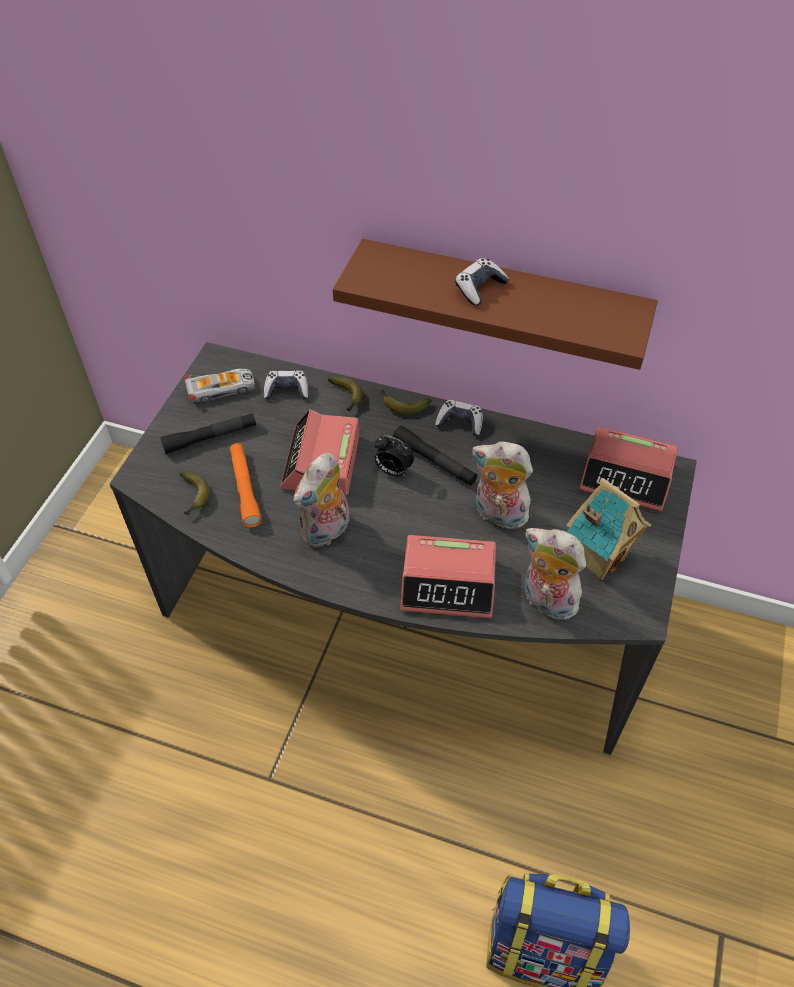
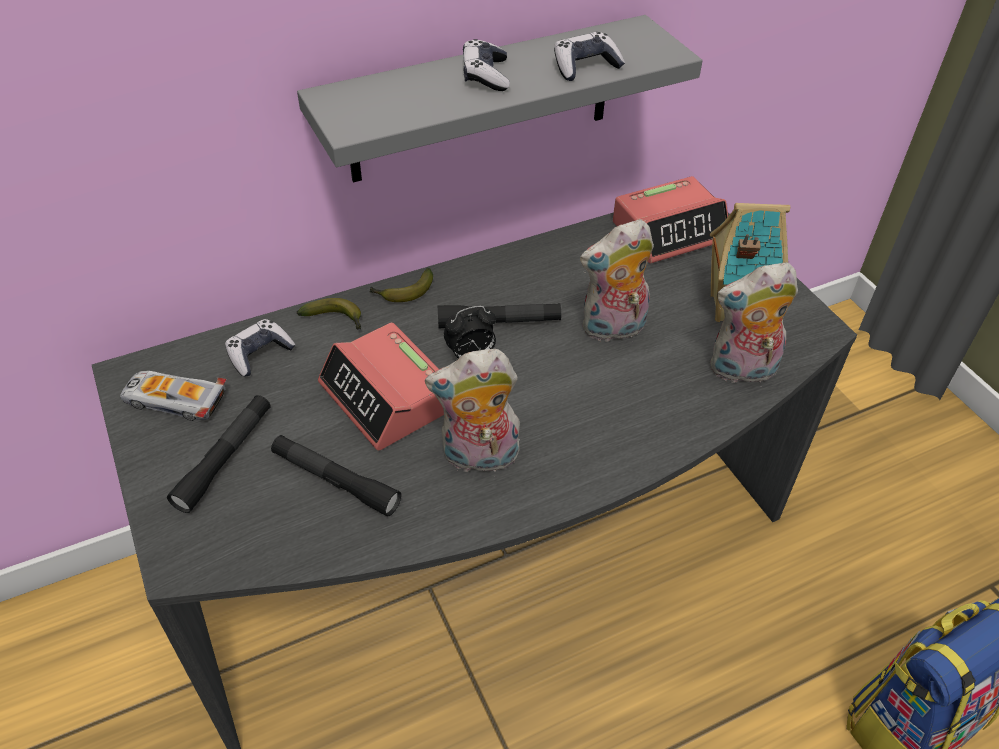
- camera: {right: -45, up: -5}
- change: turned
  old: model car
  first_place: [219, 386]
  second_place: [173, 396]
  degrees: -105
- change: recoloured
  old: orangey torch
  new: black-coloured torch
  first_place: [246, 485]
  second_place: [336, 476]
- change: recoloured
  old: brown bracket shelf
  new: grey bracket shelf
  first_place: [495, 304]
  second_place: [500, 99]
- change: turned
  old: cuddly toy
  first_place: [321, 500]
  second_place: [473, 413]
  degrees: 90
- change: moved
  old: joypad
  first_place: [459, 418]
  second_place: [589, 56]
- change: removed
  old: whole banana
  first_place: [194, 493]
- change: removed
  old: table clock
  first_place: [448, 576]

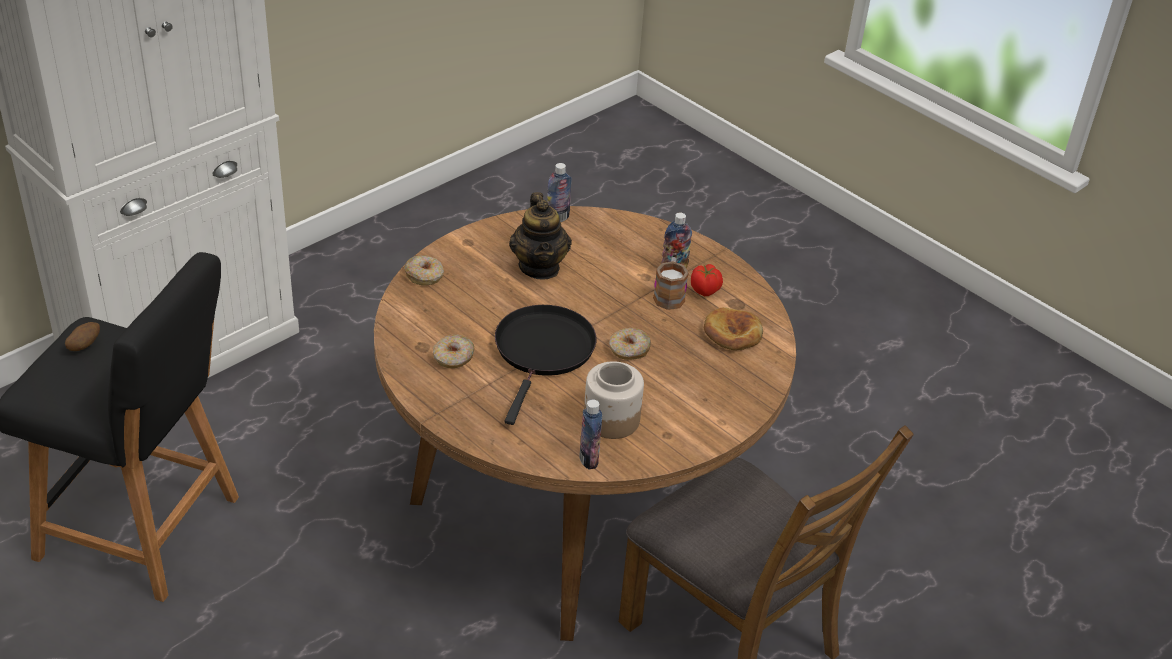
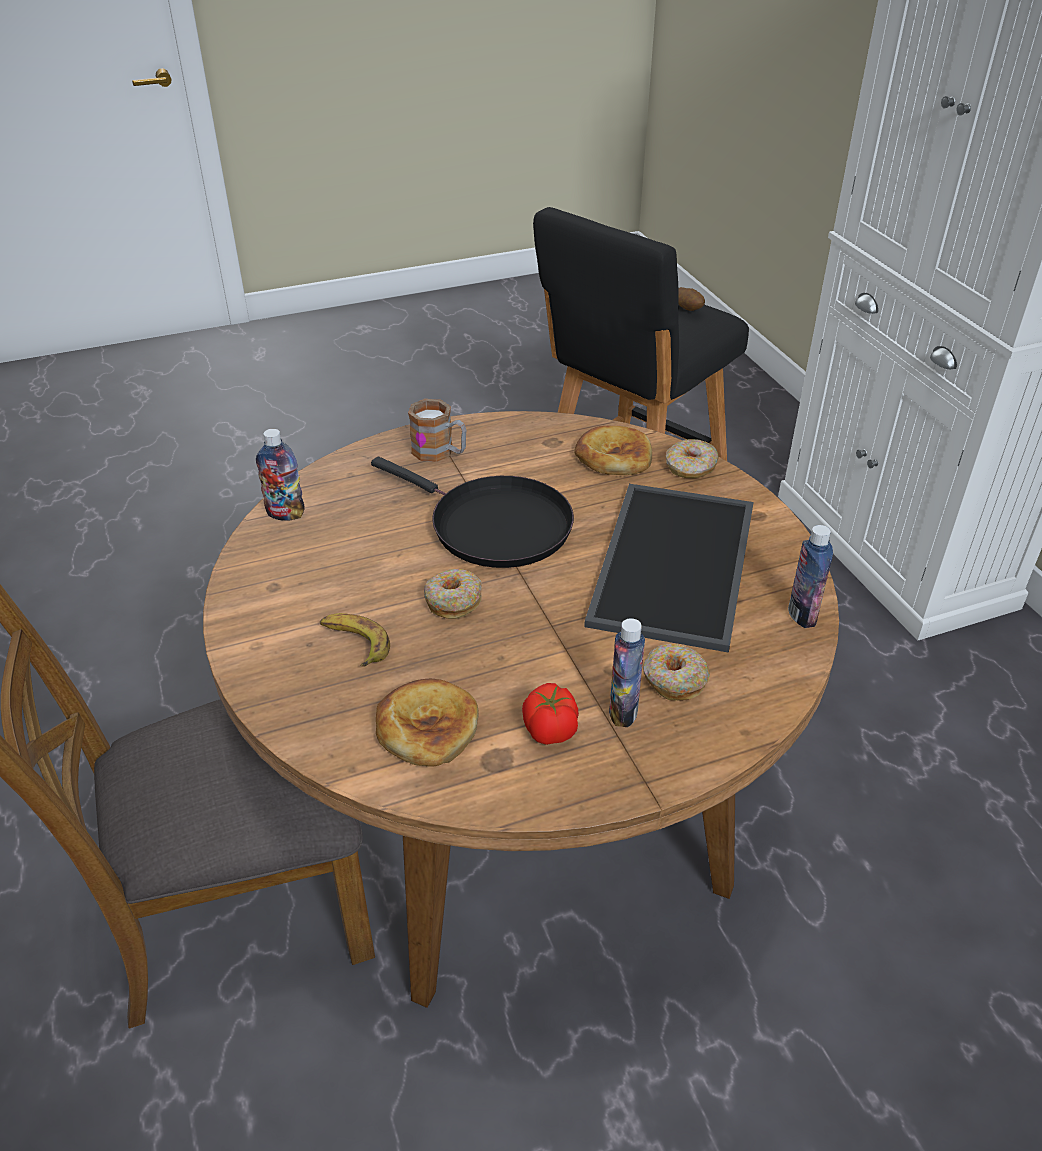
- camera: {right: 115, up: 0}
- change: added
  new: whole banana
  second_place: [355, 640]
- change: moved
  old: mug
  first_place: [671, 283]
  second_place: [437, 430]
- change: added
  new: baked bread
  second_place: [613, 450]
- change: replaced
  old: pot for tea
  new: tray
  first_place: [540, 236]
  second_place: [669, 568]
- change: moved
  old: ring doughnut
  first_place: [454, 351]
  second_place: [676, 672]
- change: removed
  old: preserve jar
  first_place: [614, 400]

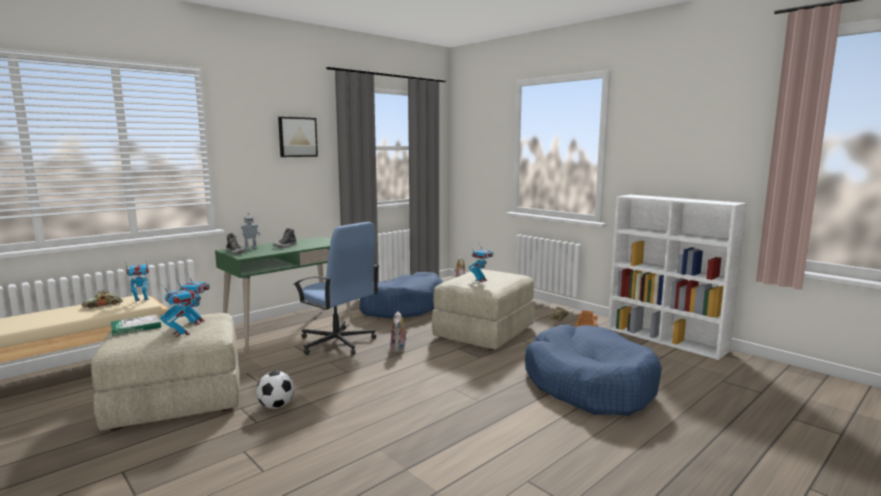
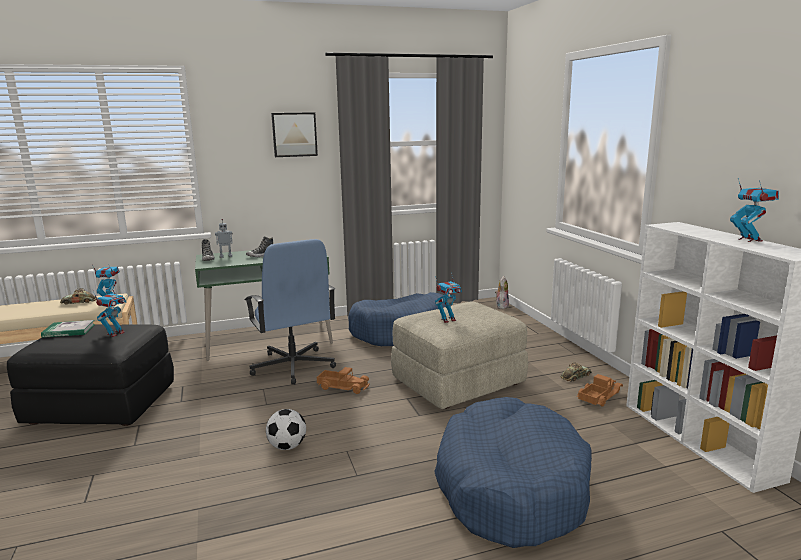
- camera: {right: 25, up: 5}
- change: recoloured
  old: sand-coloured ottoman
  new: black-coloured ottoman
  first_place: [165, 372]
  second_place: [90, 375]
- change: moved
  old: football ball
  first_place: [275, 390]
  second_place: [286, 429]
- change: replaced
  old: cuddly toy
  new: toy lorry
  first_place: [399, 332]
  second_place: [343, 380]
- change: moved
  old: toy robot
  first_place: [177, 310]
  second_place: [754, 210]

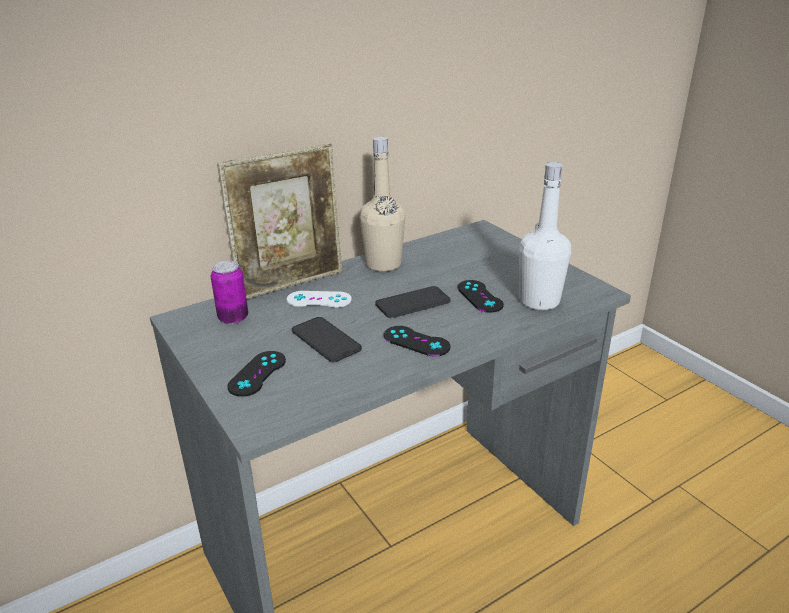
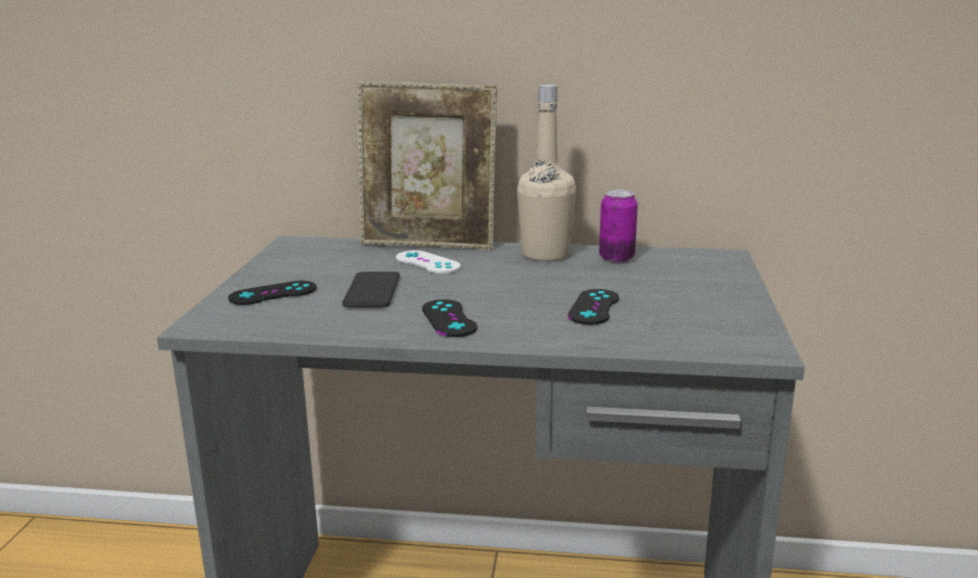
- camera: {right: 40, up: -10}
- change: moved
  old: can
  first_place: [229, 292]
  second_place: [618, 226]
- change: removed
  old: handset
  first_place: [413, 302]
- change: removed
  old: white beverage bottle
  first_place: [545, 236]

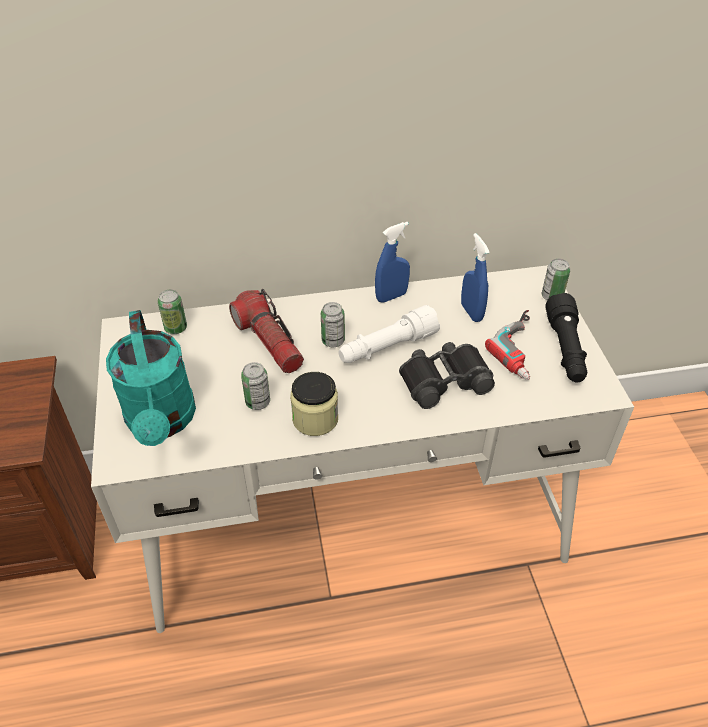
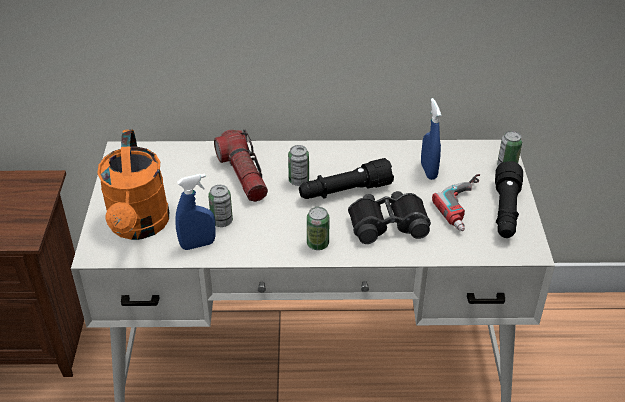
- camera: {right: 10, up: -5}
- change: recoloured
  old: blue-green watering pot
  new: orangey watering pot
  first_place: [151, 378]
  second_place: [133, 184]
- change: moved
  old: bluish hand sprayer
  first_place: [392, 262]
  second_place: [195, 211]
- change: recoloured
  old: white torch
  new: black-coloured torch
  first_place: [389, 334]
  second_place: [346, 178]
- change: moved
  old: can
  first_place: [172, 312]
  second_place: [318, 228]
- change: removed
  old: preserve jar
  first_place: [314, 404]

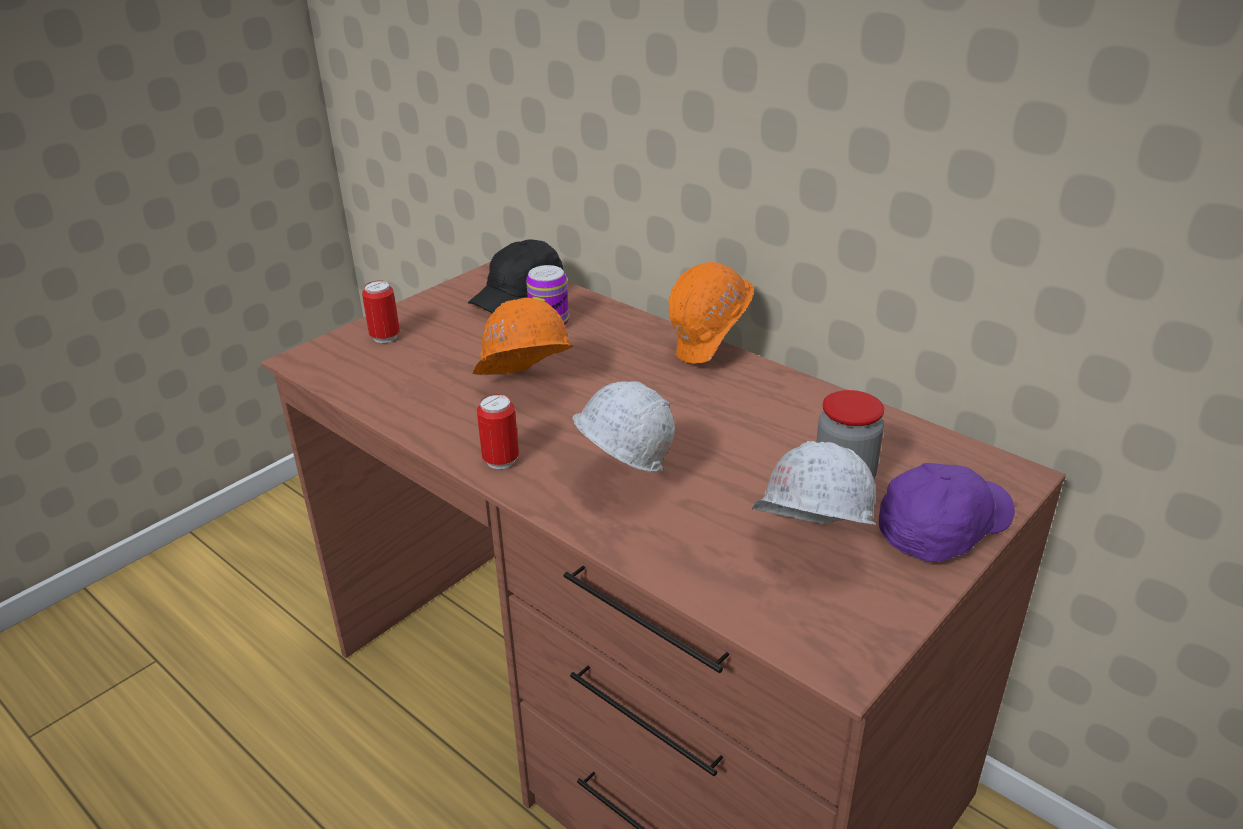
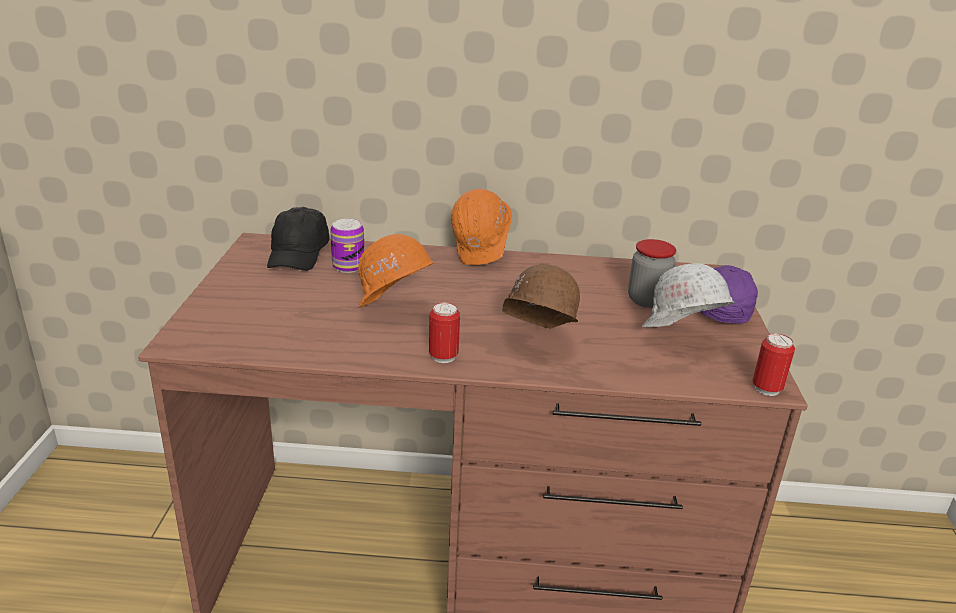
- camera: {right: -40, up: -5}
- change: recoloured
  old: white hard hat
  new: brown hard hat
  first_place: [624, 426]
  second_place: [541, 296]
- change: moved
  old: can
  first_place: [381, 312]
  second_place: [773, 364]

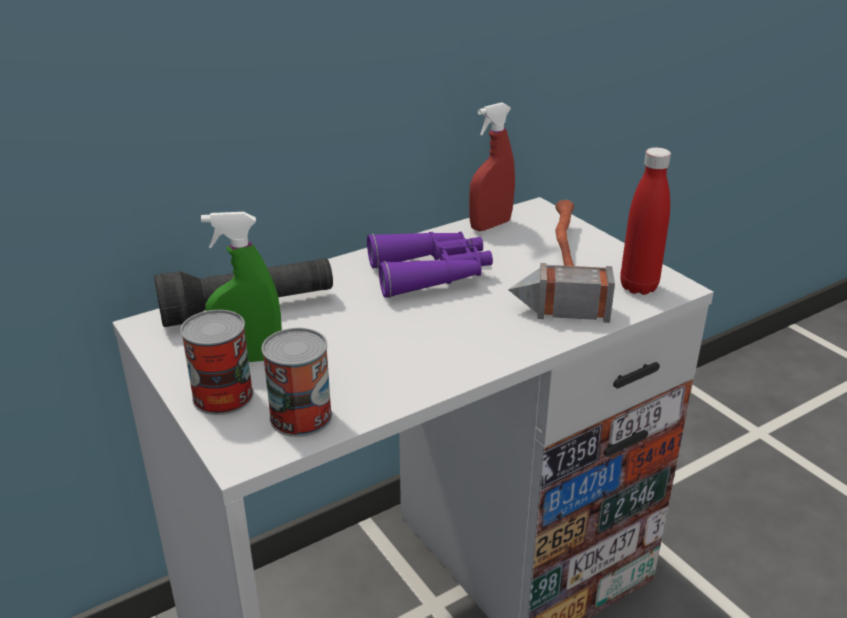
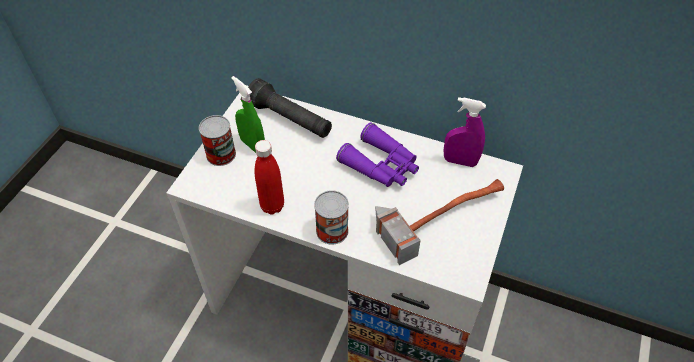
- camera: {right: 55, up: 20}
- change: moved
  old: red beverage bottle
  first_place: [645, 221]
  second_place: [269, 177]
- change: moved
  old: can
  first_place: [297, 382]
  second_place: [331, 217]
- change: recoloured
  old: red hand sprayer
  new: purplish hand sprayer
  first_place: [492, 166]
  second_place: [465, 132]

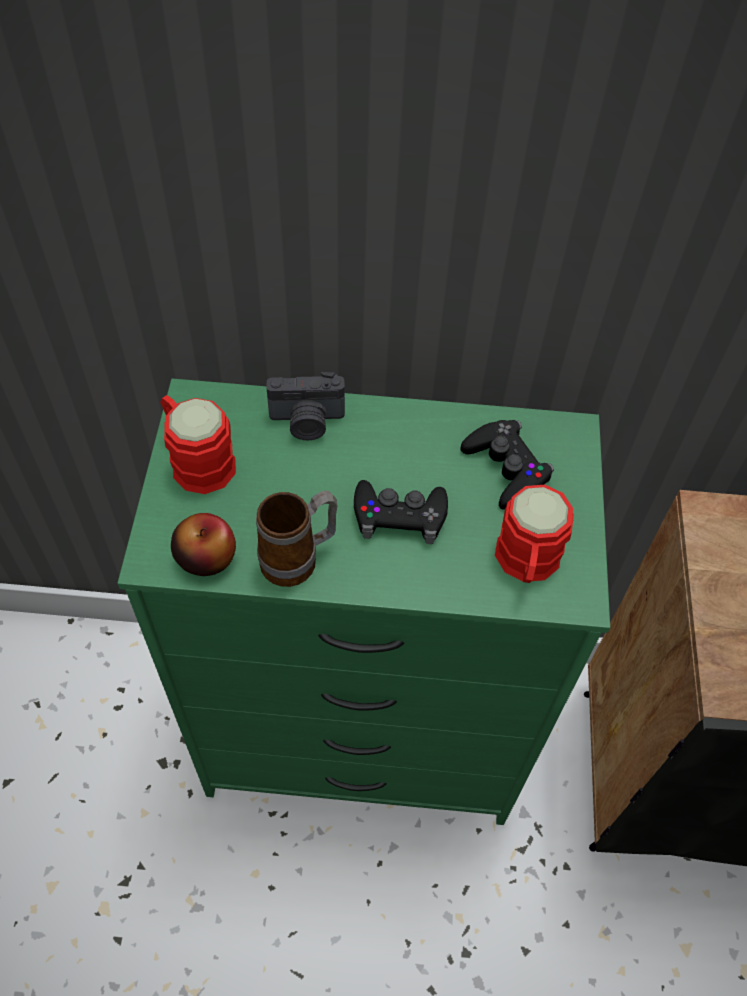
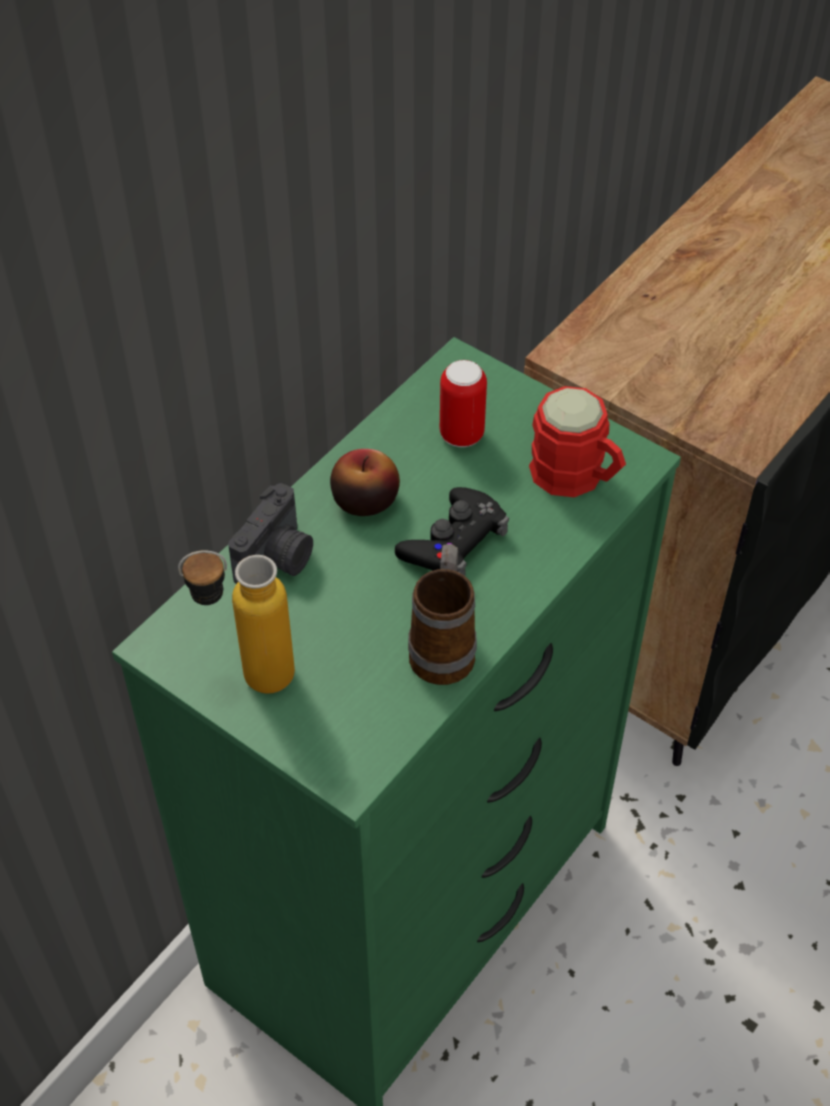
- camera: {right: -55, up: -5}
- change: replaced
  old: red mug
  new: beverage bottle
  first_place: [198, 444]
  second_place: [236, 622]
- change: moved
  old: whole apple
  first_place: [203, 544]
  second_place: [365, 482]
- change: replaced
  old: black-coloured joypad
  new: can
  first_place: [507, 465]
  second_place: [463, 403]

